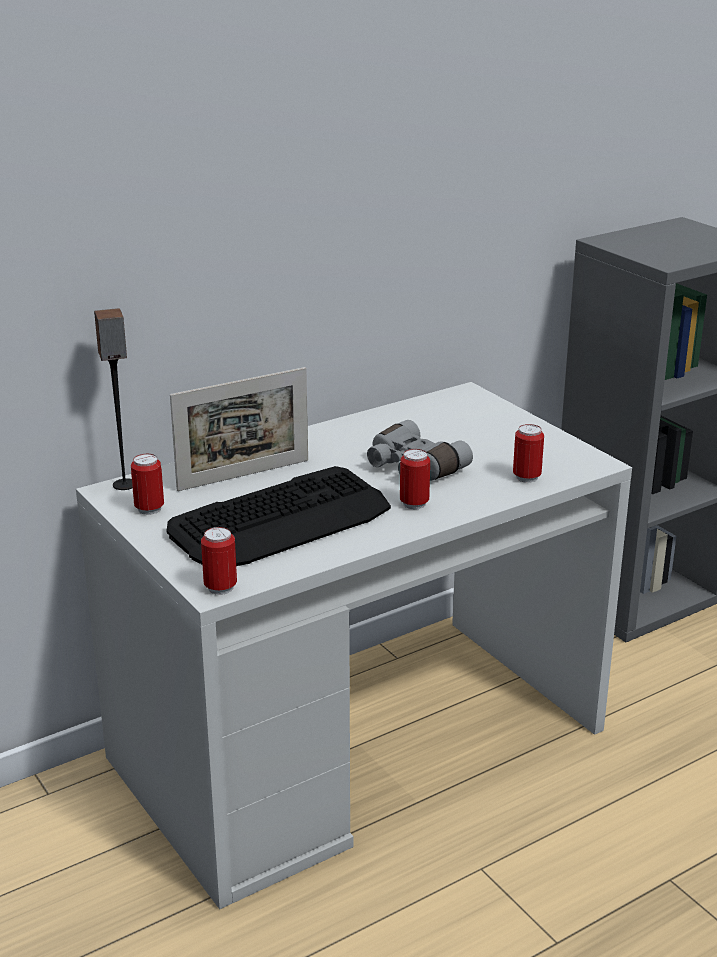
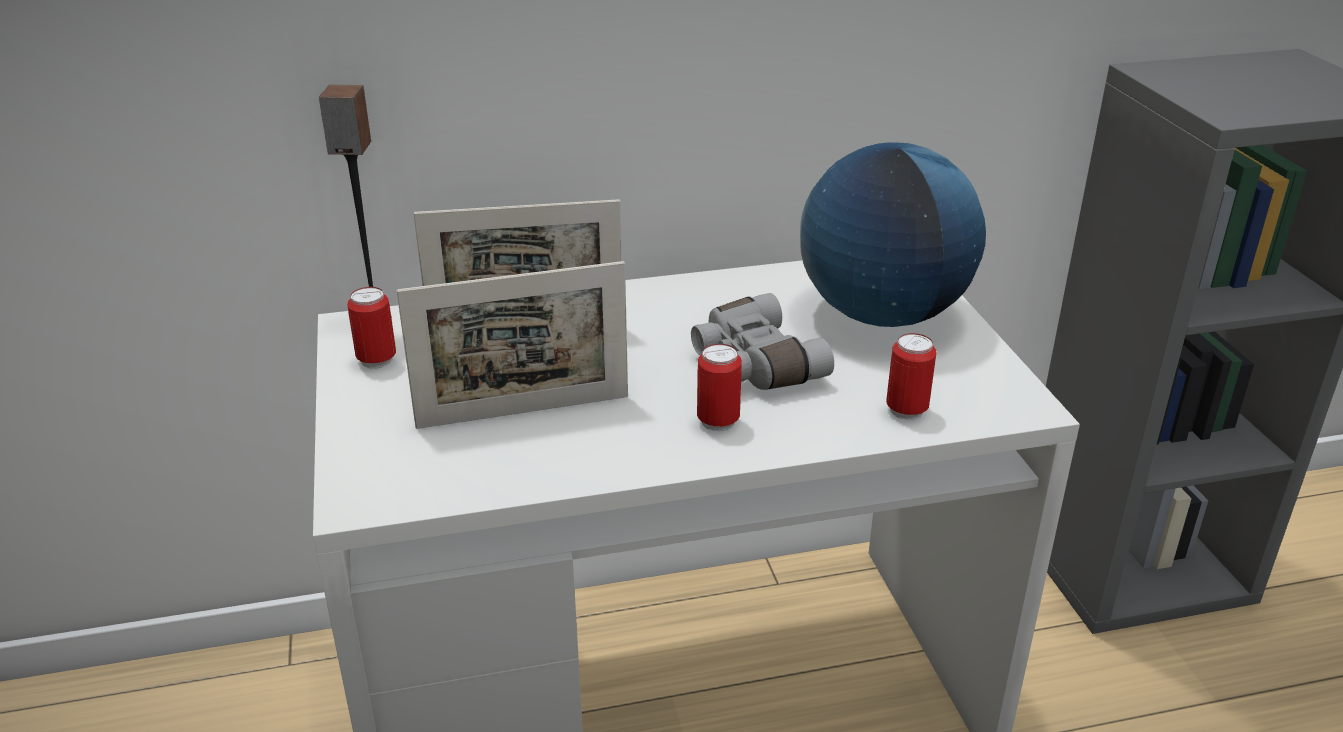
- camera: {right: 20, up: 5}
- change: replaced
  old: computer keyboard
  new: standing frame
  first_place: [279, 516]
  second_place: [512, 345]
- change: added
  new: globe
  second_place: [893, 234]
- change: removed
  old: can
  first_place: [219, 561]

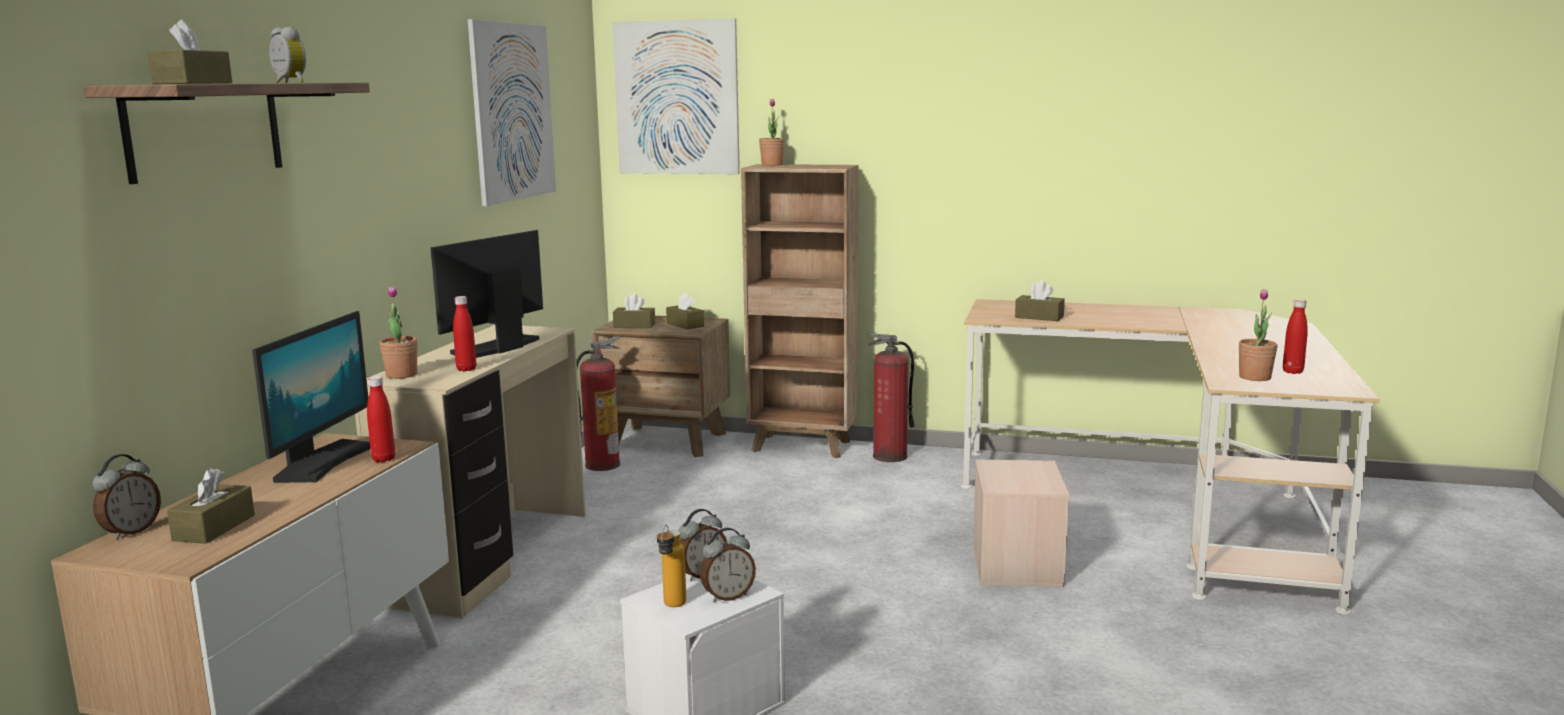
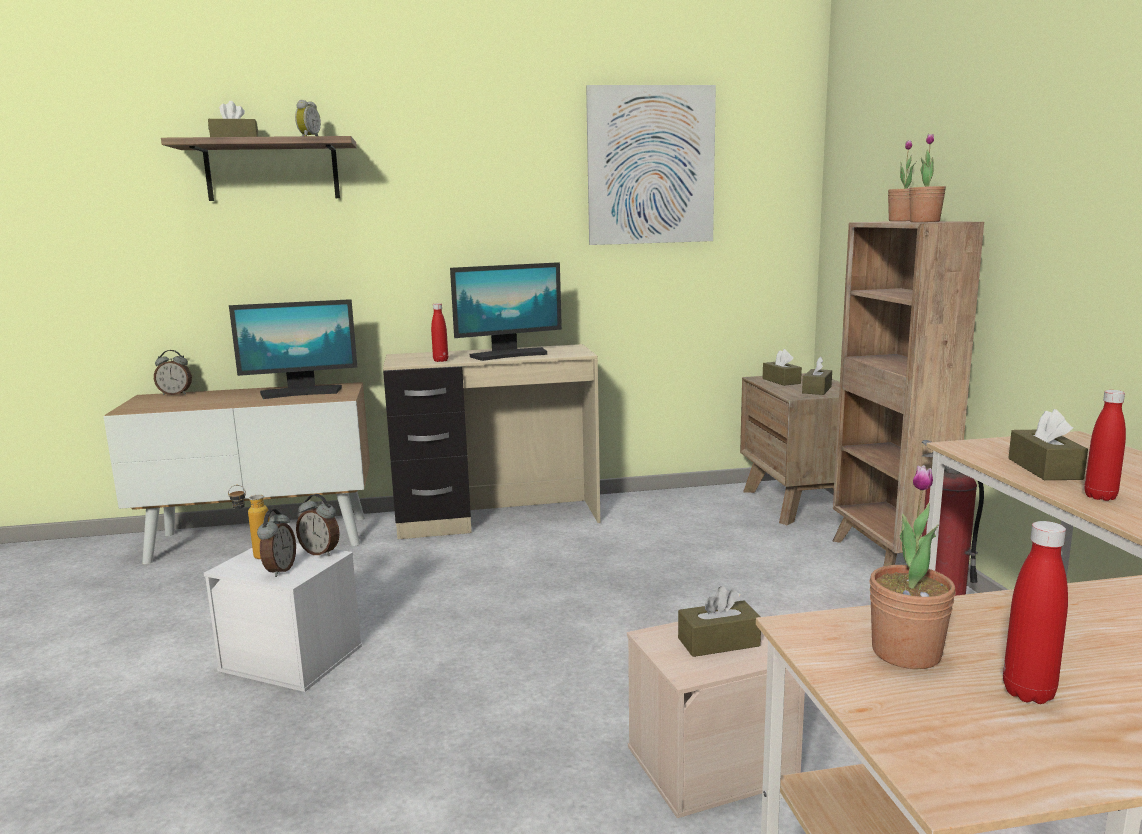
- camera: {right: 65, up: 0}
- change: turned
  old: table clock
  first_place: [728, 565]
  second_place: [276, 543]
  degrees: -120
- change: turned
  old: computer display
  first_place: [486, 294]
  second_place: [506, 311]
  degrees: 150
- change: moved
  old: brown tissue box
  first_place: [211, 506]
  second_place: [719, 621]
- change: moved
  old: houseplant
  first_place: [398, 332]
  second_place: [927, 177]
- change: moved
  old: red beverage bottle
  first_place: [381, 419]
  second_place: [1105, 445]
- change: removed
  old: extinguisher
  first_place: [598, 403]
- change: removed
  old: wall picture
  first_place: [676, 96]

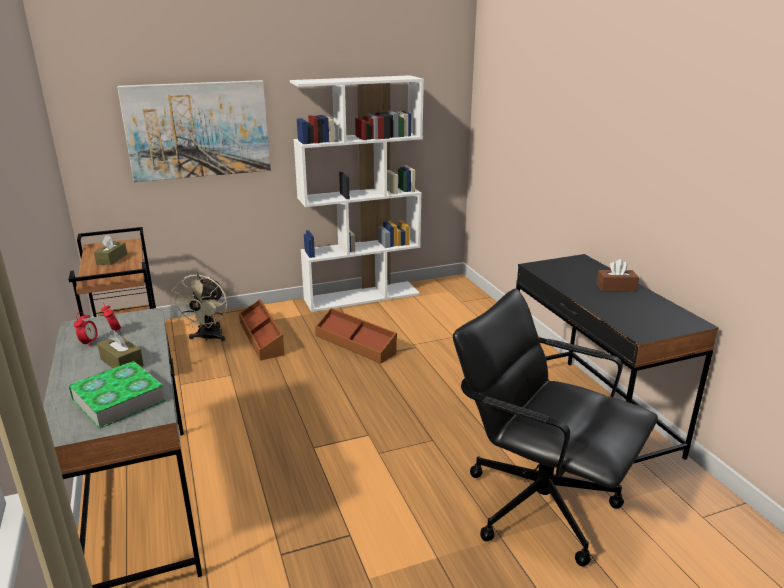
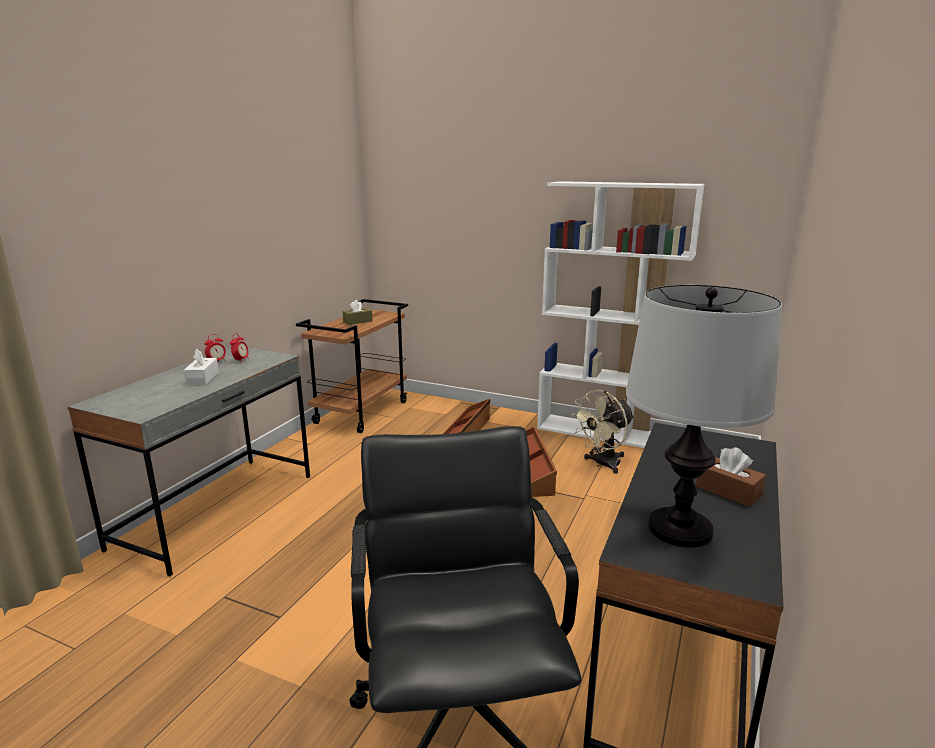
- camera: {right: 45, up: -5}
- change: recoloured
  old: brown tissue box
  new: white tissue box
  first_place: [120, 349]
  second_place: [201, 367]
- change: moved
  old: sand-coloured fan
  first_place: [198, 308]
  second_place: [602, 432]
- change: added
  new: table lamp
  second_place: [704, 416]
- change: removed
  old: volume
  first_place: [117, 395]
- change: removed
  old: wall picture
  first_place: [194, 131]

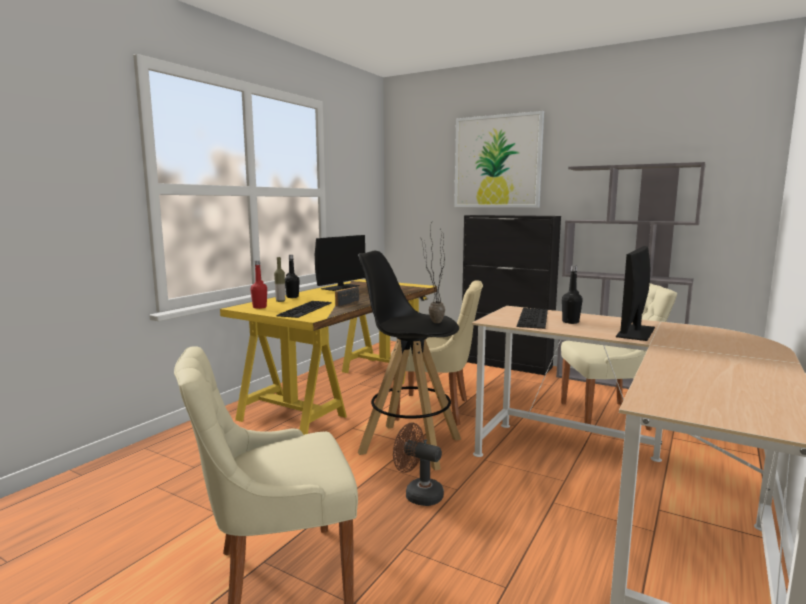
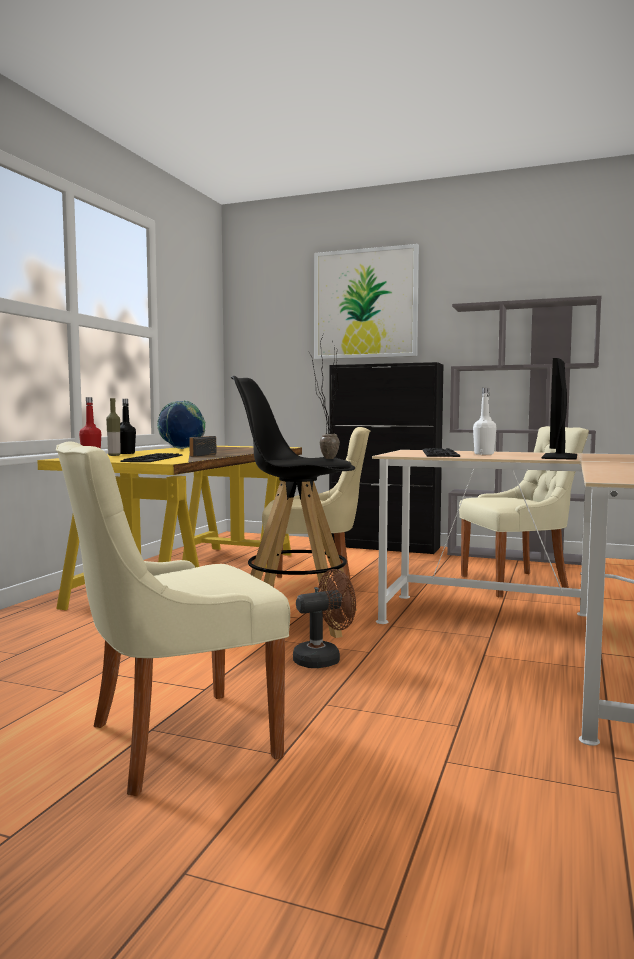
- camera: {right: -10, up: -5}
- change: replaced
  old: computer display
  new: globe
  first_place: [340, 263]
  second_place: [181, 424]
- change: turned
  old: brown fan
  first_place: [418, 464]
  second_place: [324, 618]
  degrees: 135
- change: recoloured
  old: black-coloured beverage bottle
  new: white beverage bottle
  first_place: [572, 294]
  second_place: [485, 421]

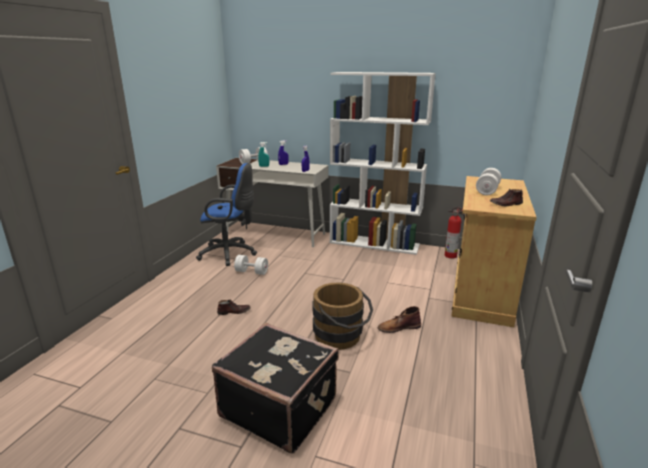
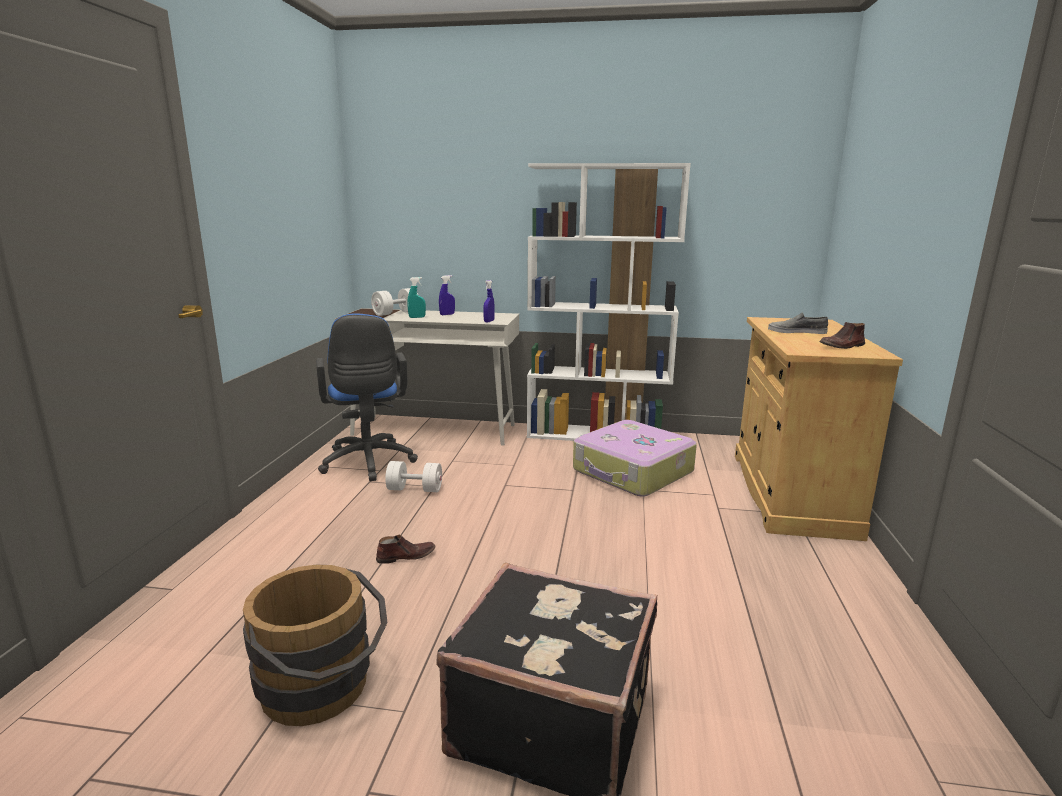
- camera: {right: -10, up: -5}
- change: moved
  old: brown bucket
  first_place: [342, 316]
  second_place: [315, 645]
- change: turned
  old: bluish office chair
  first_place: [226, 214]
  second_place: [367, 397]
  degrees: 75
- change: added
  new: travel case
  second_place: [635, 458]
- change: replaced
  old: white hand weight
  new: grey shoe
  first_place: [488, 181]
  second_place: [798, 323]
- change: removed
  old: brown boot
  first_place: [399, 319]
- change: removed
  old: extinguisher
  first_place: [455, 233]

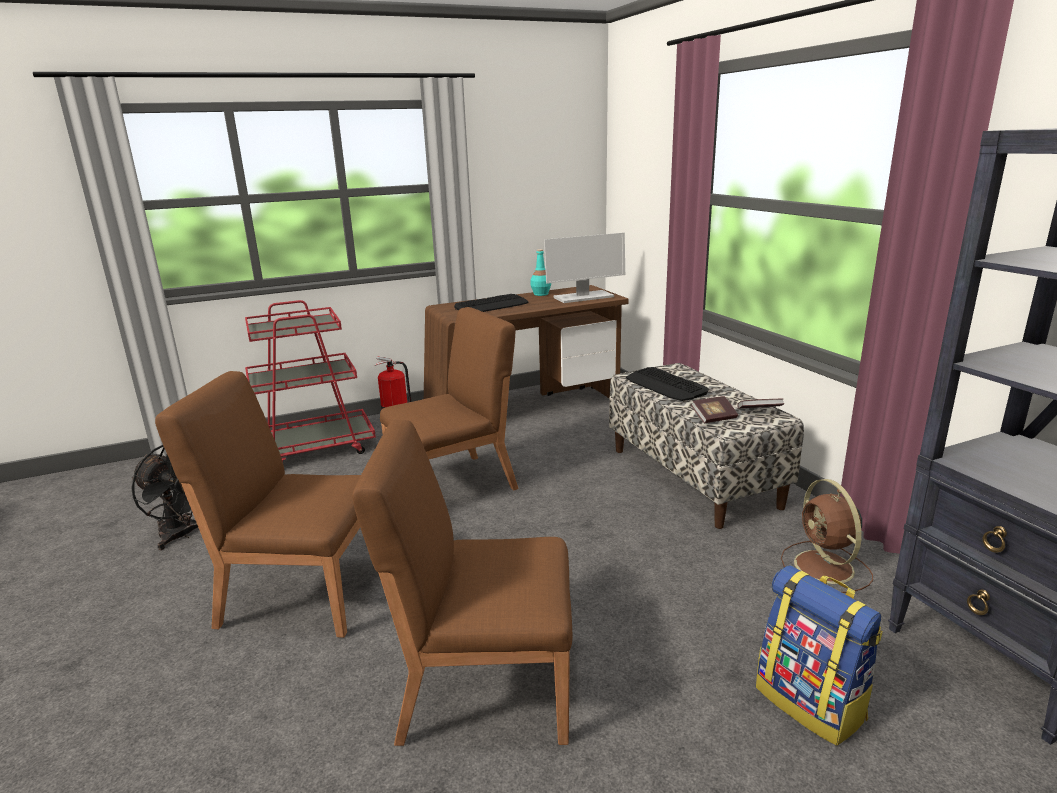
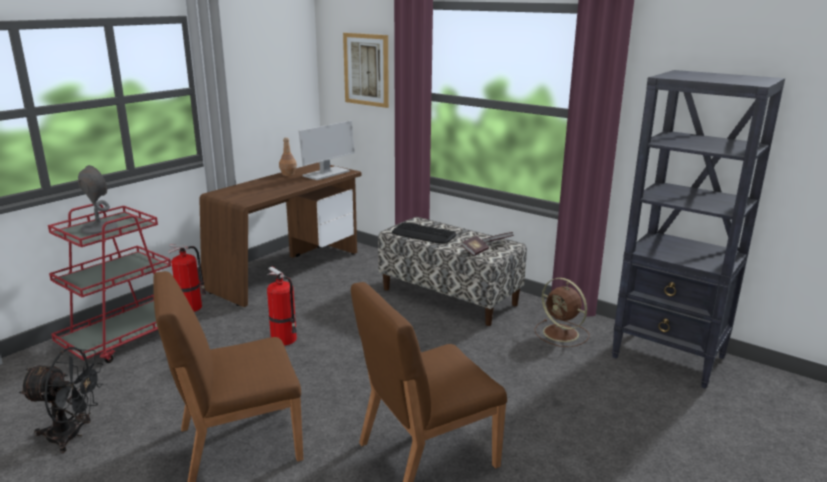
- camera: {right: -30, up: 0}
- change: added
  new: grey table lamp
  second_place: [98, 200]
- change: replaced
  old: brown plain chair
  new: extinguisher
  first_place: [449, 399]
  second_place: [282, 306]
- change: recoloured
  old: blue-green beverage bottle
  new: brown beverage bottle
  first_place: [540, 272]
  second_place: [288, 156]
- change: added
  new: wall picture
  second_place: [366, 70]
- change: removed
  old: computer keyboard
  first_place: [491, 303]
- change: removed
  old: backpack
  first_place: [819, 655]

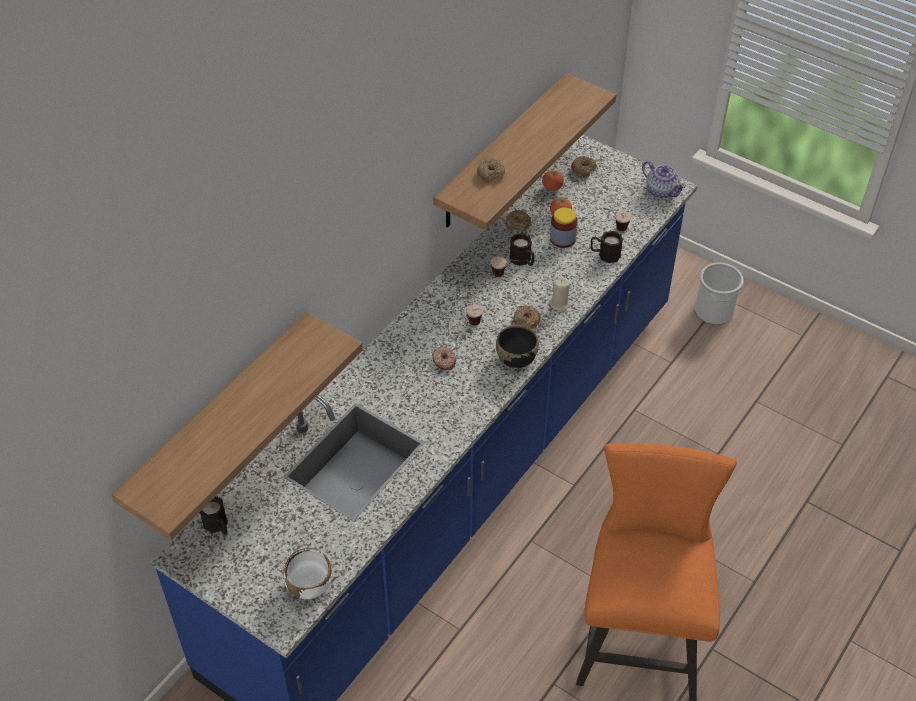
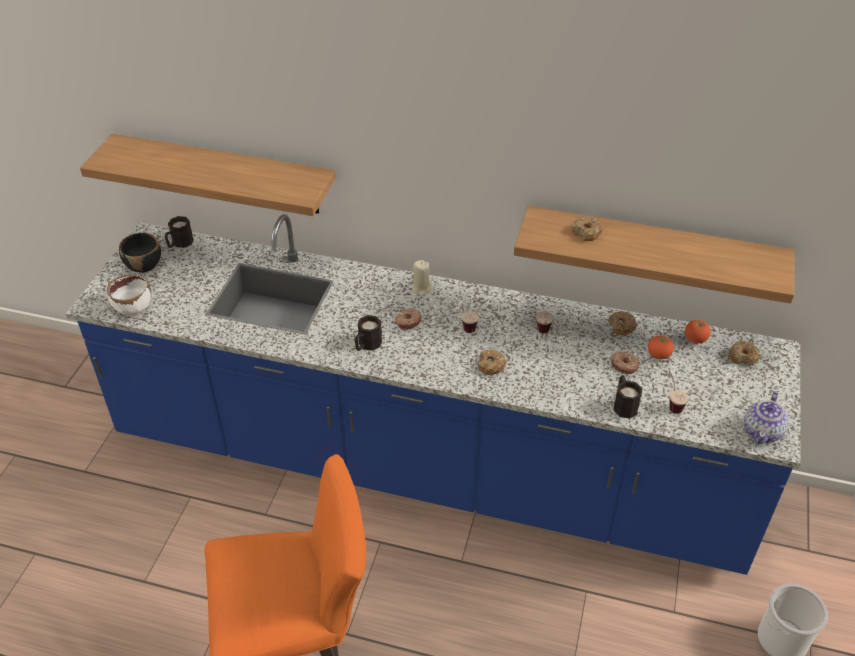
- camera: {right: 70, up: -5}
- change: moved
  old: black-coloured bowl
  first_place: [517, 346]
  second_place: [140, 253]
- change: moved
  old: black-coloured mug
  first_place: [522, 249]
  second_place: [368, 333]
- change: moved
  old: sand-coloured candle
  first_place: [560, 294]
  second_place: [422, 278]
- change: replaced
  old: preserve jar
  new: ring doughnut
  first_place: [564, 227]
  second_place: [625, 362]

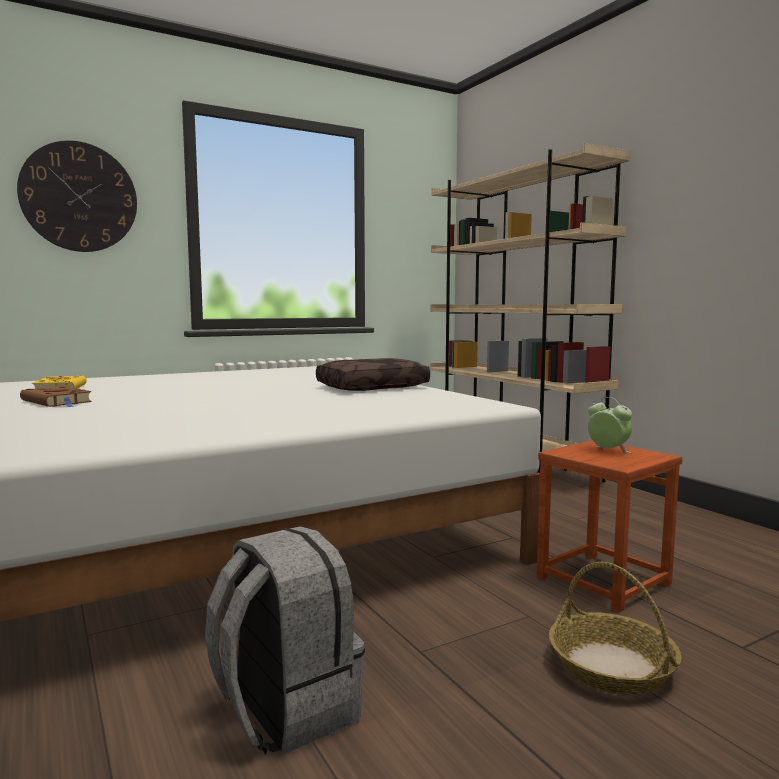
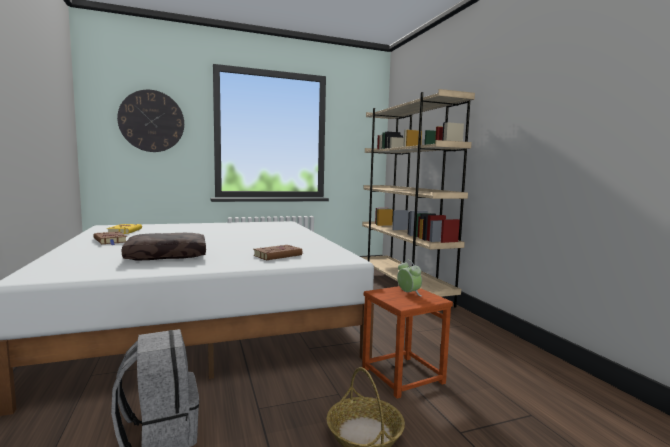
- camera: {right: 10, up: 0}
- change: moved
  old: brown cushion
  first_place: [373, 374]
  second_place: [164, 246]
- change: added
  new: brown volume
  second_place: [278, 252]

